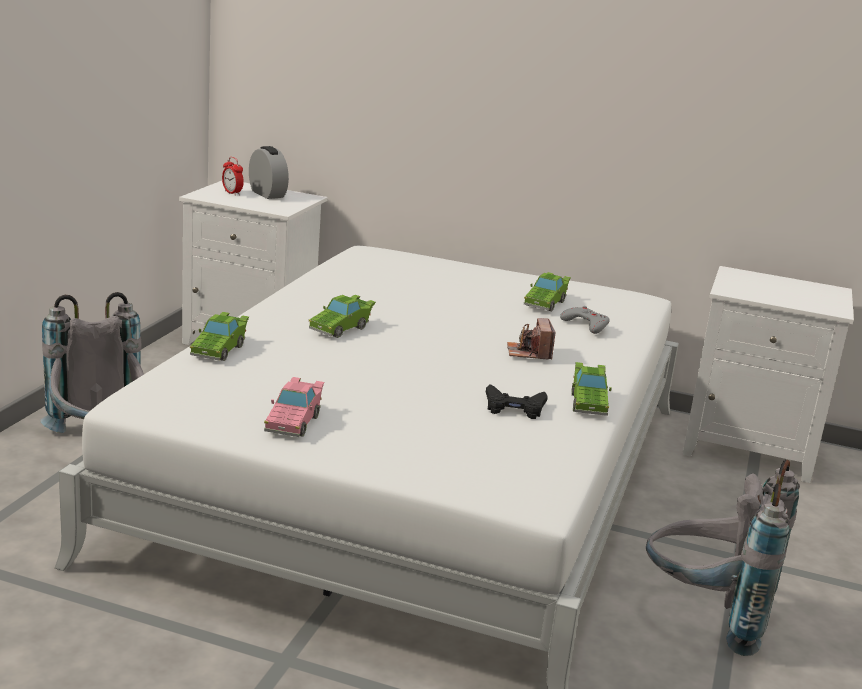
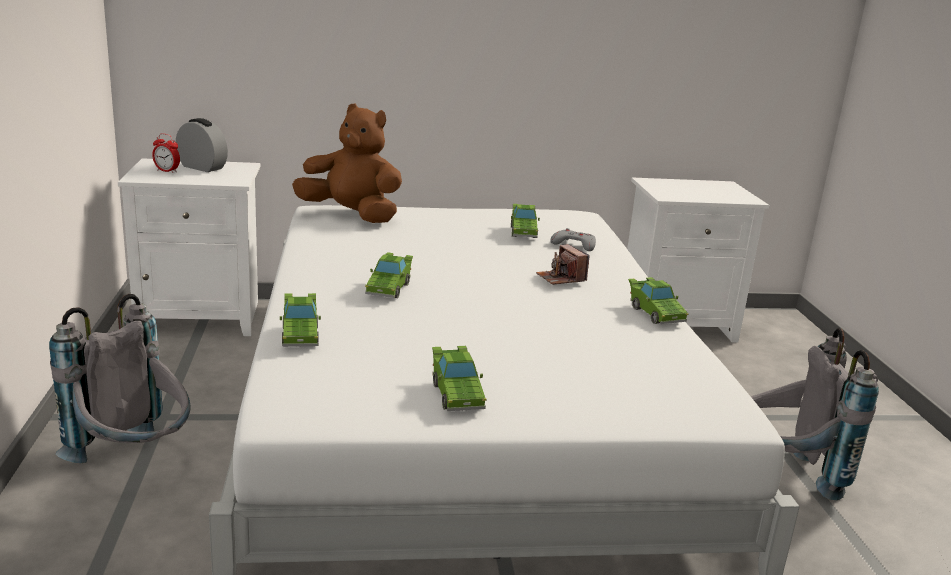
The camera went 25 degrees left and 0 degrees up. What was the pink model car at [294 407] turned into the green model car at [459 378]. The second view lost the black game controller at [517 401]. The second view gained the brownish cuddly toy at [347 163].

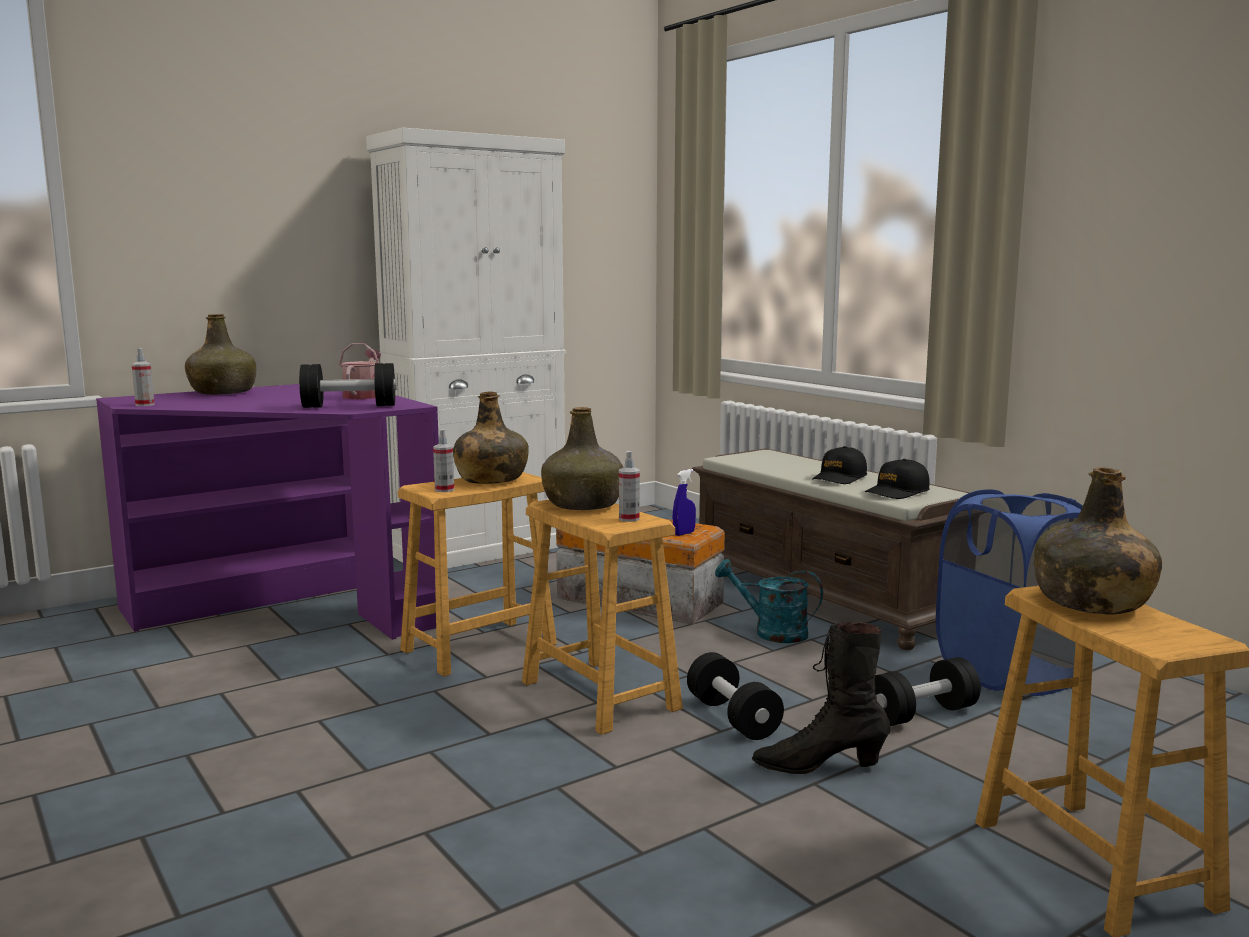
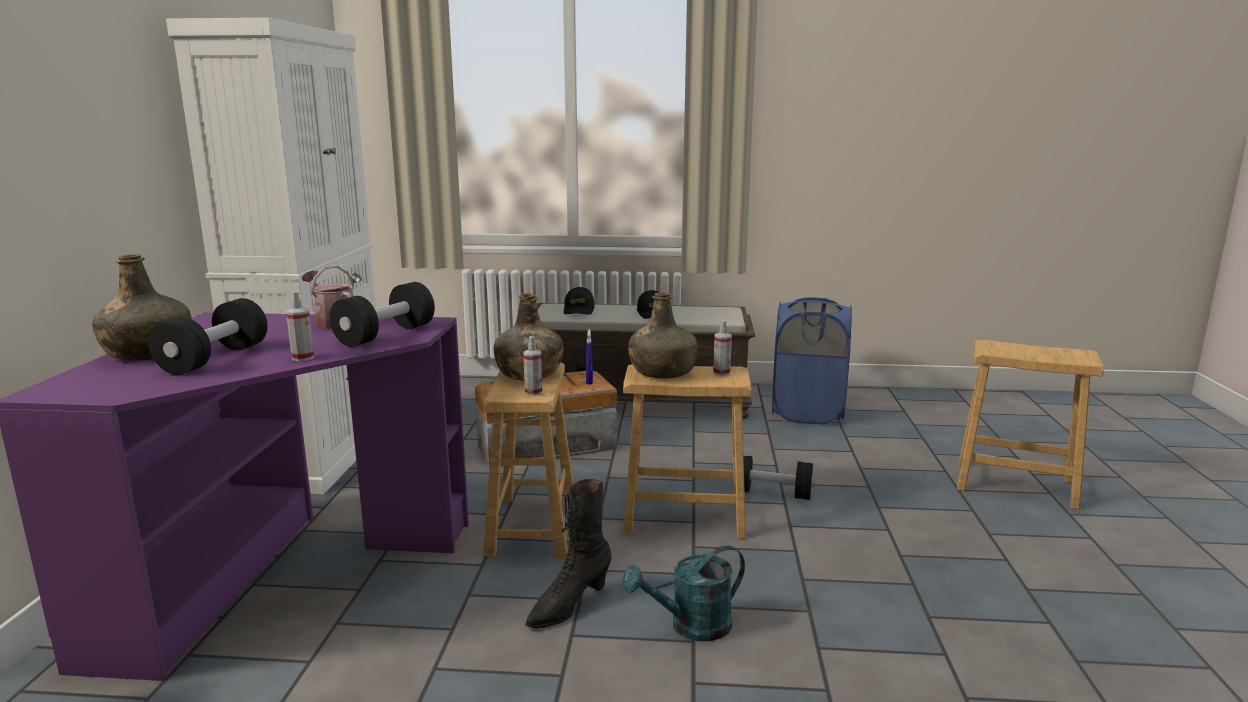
The camera went 50 degrees left and 5 degrees up. The spray bottle ended up elsewhere, having gone from [143 377] to [300 326]. The turquoise watering can ended up elsewhere, having gone from [769 601] to [683 593]. The black high-top boot ended up elsewhere, having gone from [821 698] to [568 554]. The black baseball cap ended up elsewhere, having gone from [897 479] to [579 301]. The black dumbbell ended up elsewhere, having gone from [928 691] to [208 336]. The second view lost the green bottle at [1098 541].

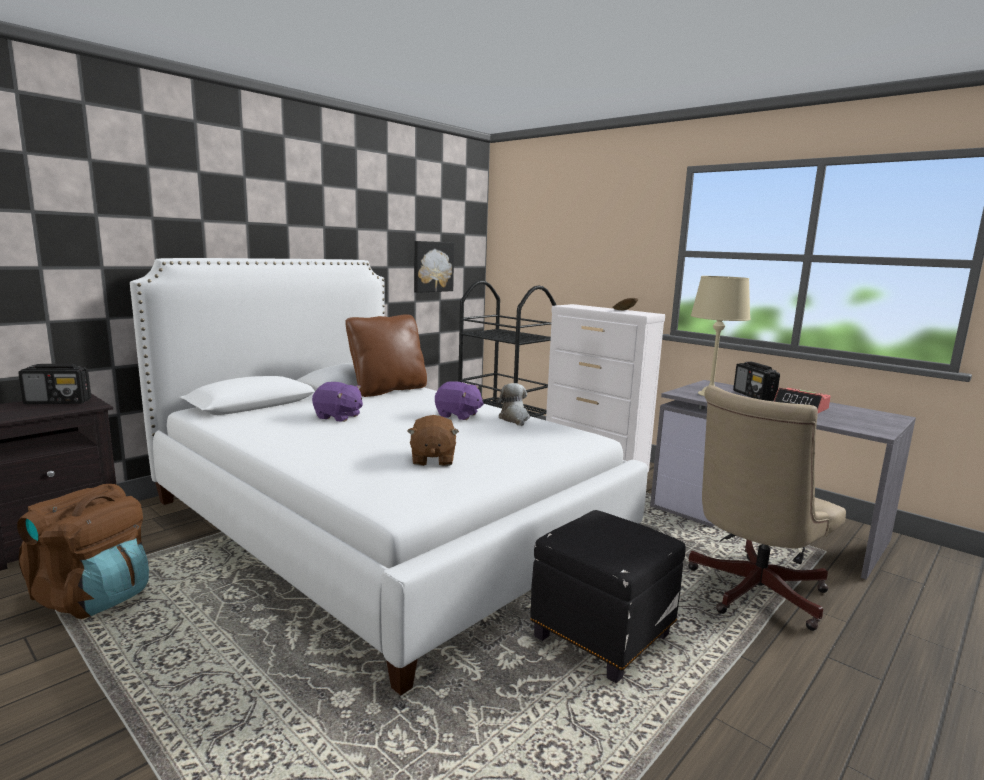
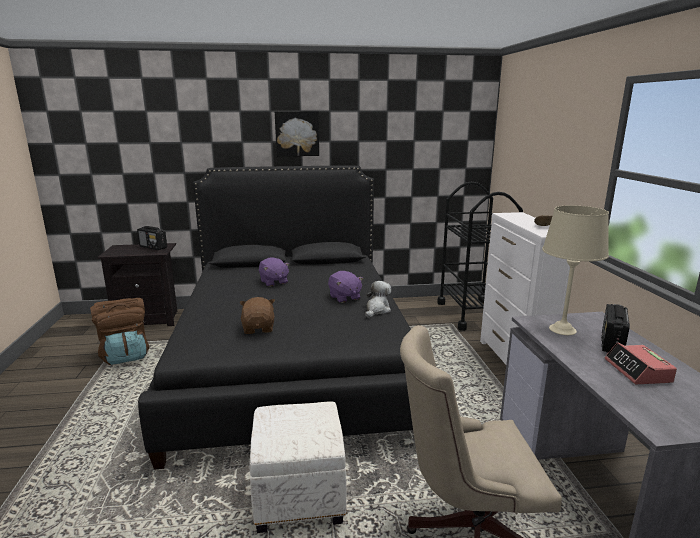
The camera went 40 degrees right and 5 degrees up. What was the whitish bed at [389 476] turned into the black bed at [275 318]. The second view lost the brownish cushion at [386 355]. The brownish cuddly toy at [433 440] ended up facing another way, 135 degrees clockwise from before. The picture ended up elsewhere, having gone from [434 267] to [297 133]. What was the black footrest at [608 597] turned into the whitish footrest at [298 467].

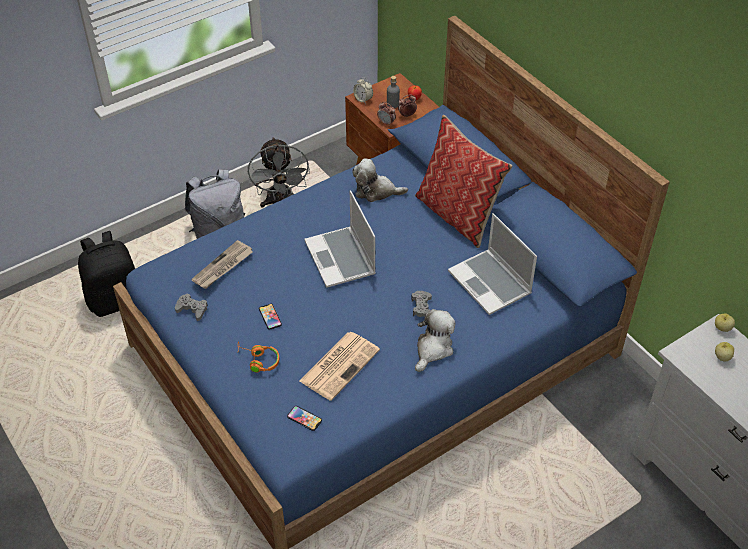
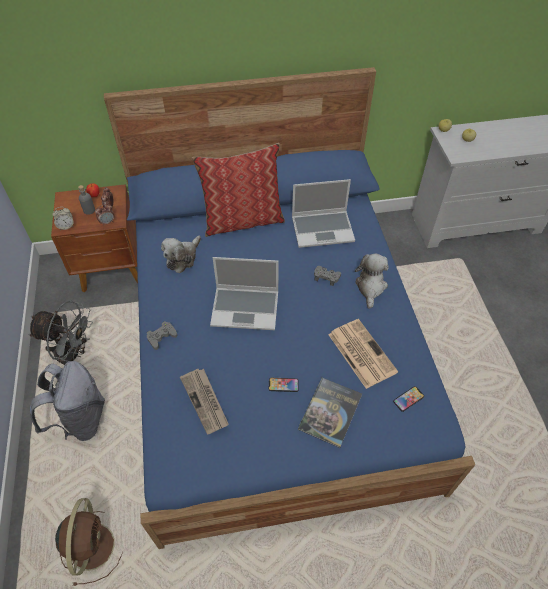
The camera went 65 degrees left and 5 degrees up. Where the black knapsack stood at [106 274], the brownish cooling fan came to stand at [89 542]. The greyish game controller ended up elsewhere, having gone from [191 307] to [162 335]. Where the orange headphones stood at [258 357], the book came to stand at [330 413]. The cuddly toy at [435 340] ended up facing another way, 45 degrees clockwise from before.

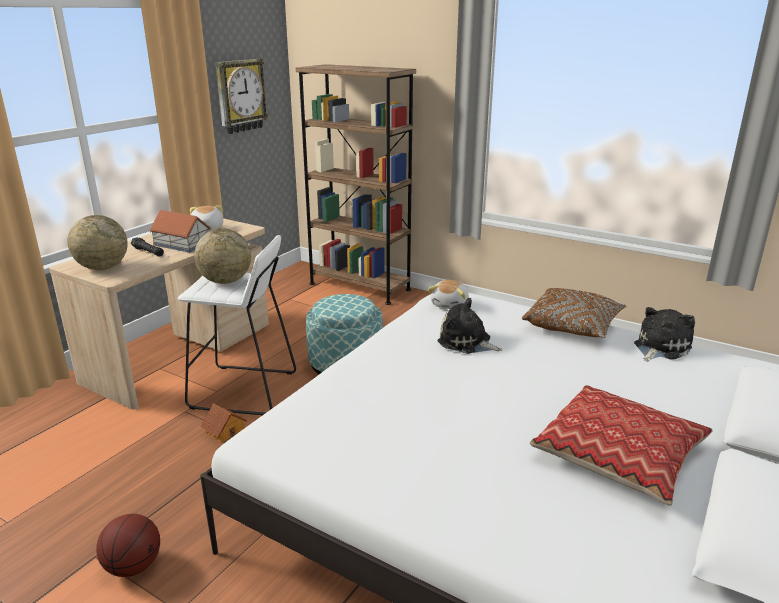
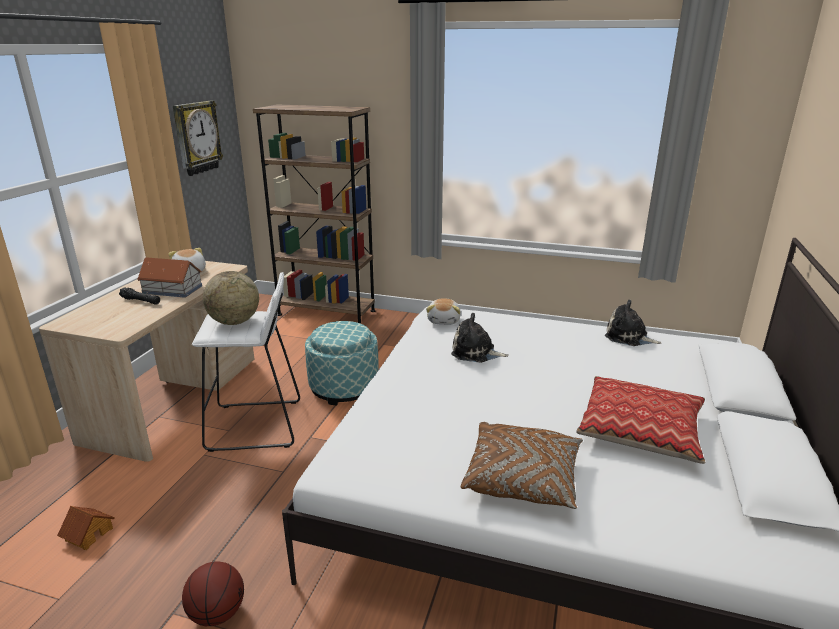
The camera went 15 degrees left and 0 degrees up. The second view lost the globe at [97 242]. The miniature house ended up elsewhere, having gone from [223 423] to [86 528]. The brownish cushion ended up elsewhere, having gone from [574 313] to [522 465]. The cuddly toy at [664 334] ended up facing another way, 90 degrees counterclockwise from before.

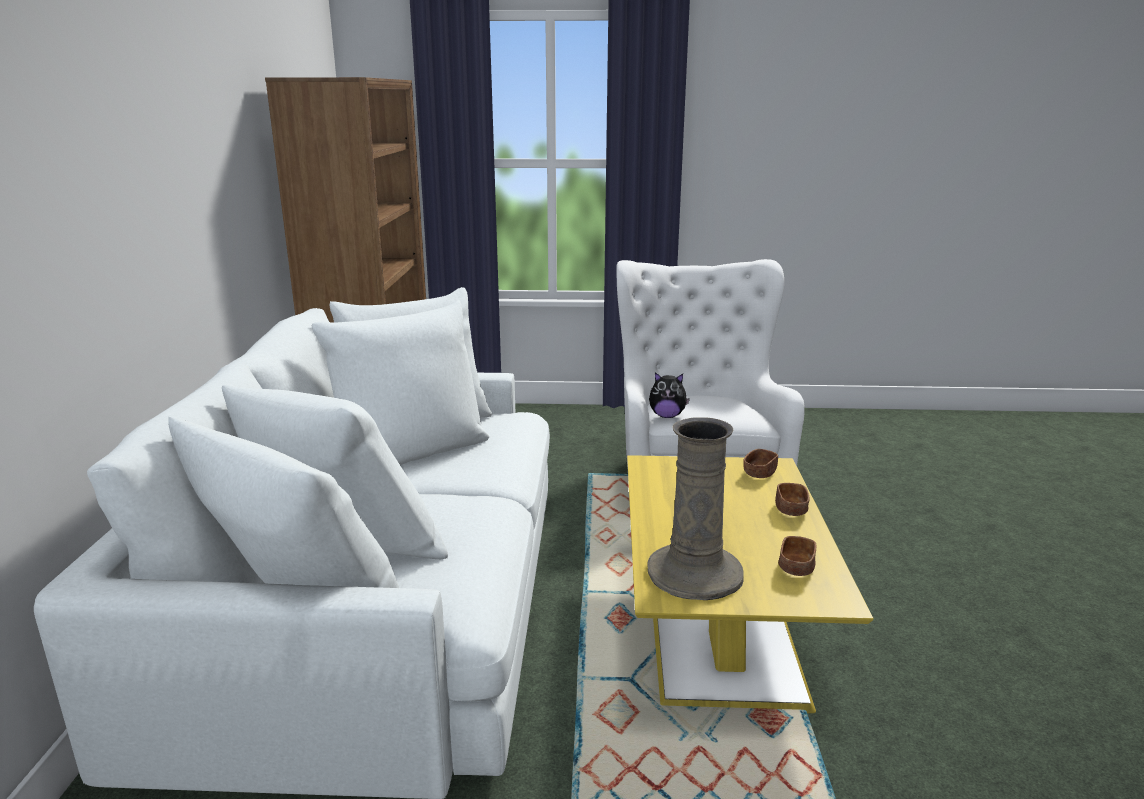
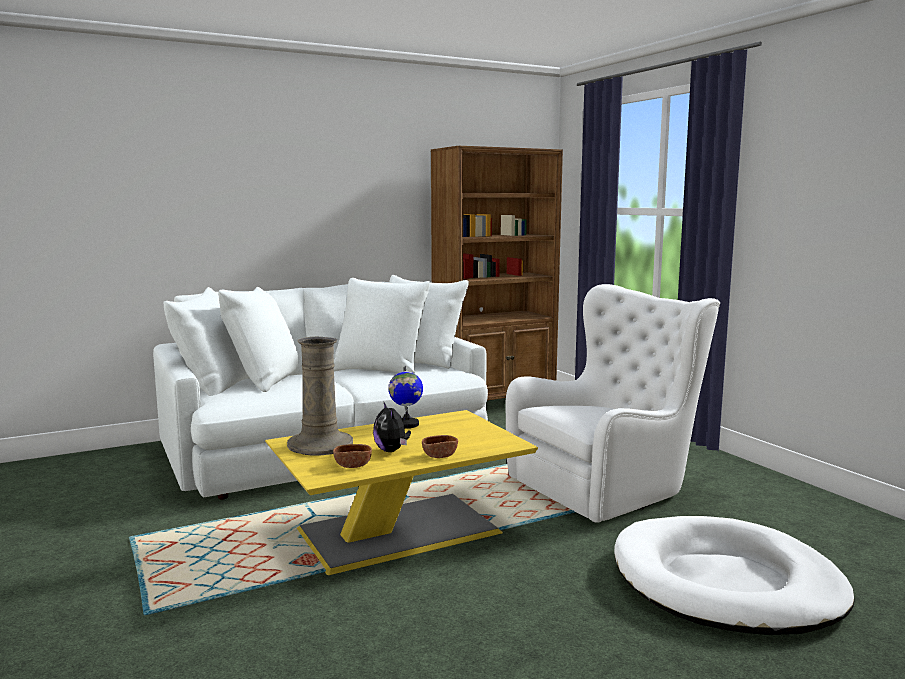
The camera went 60 degrees right and 10 degrees down. The cuddly toy ended up elsewhere, having gone from [669 395] to [392 426]. The second view lost the brownish serving bowl at [760 463]. The second view gained the globe at [405 397]. The second view gained the whitish dog bed at [734 575].

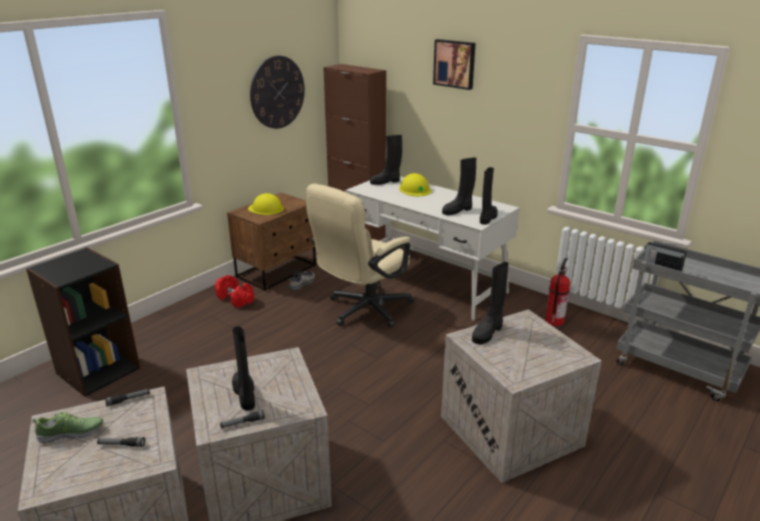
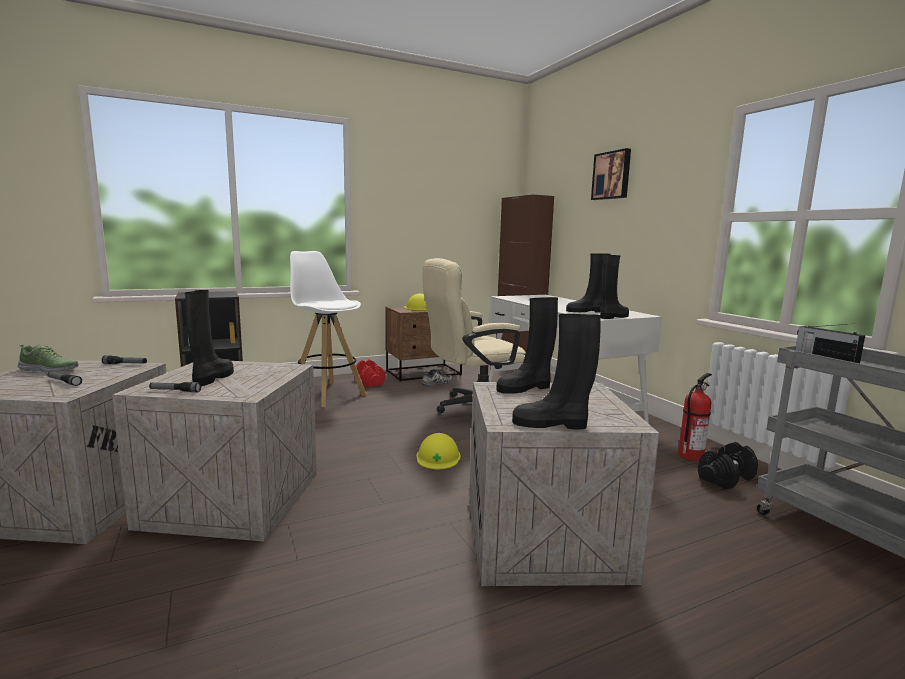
The camera went 25 degrees right and 15 degrees down. The second view lost the wall clock at [277 92]. The black high-top boot ended up elsewhere, having gone from [386 160] to [556 372]. The yellowish work helmet ended up elsewhere, having gone from [415 184] to [439 451]. The second view gained the whitish stool at [328 329]. The second view gained the black dumbbell at [728 465].

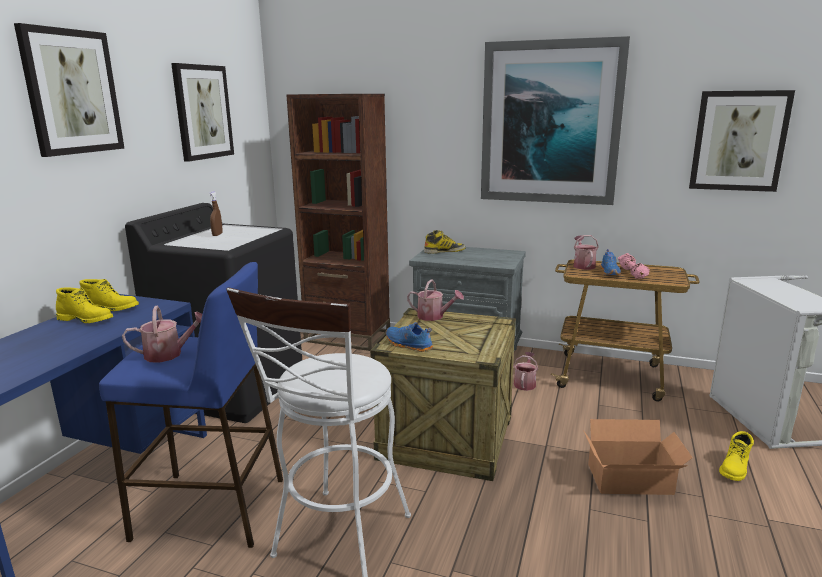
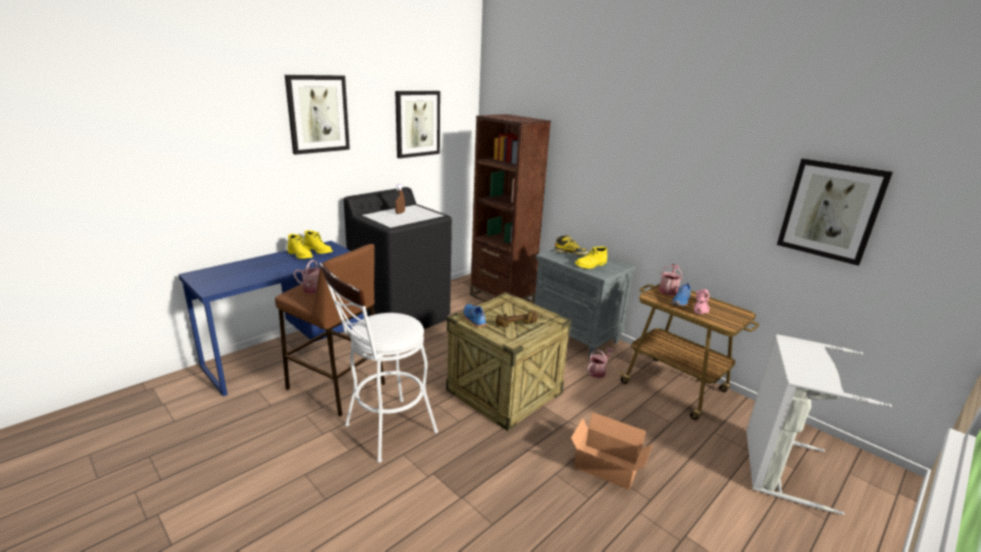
The camera went 25 degrees right and 5 degrees up. What was the blue stool at [191 405] turned into the brownish stool at [330 330]. The second view lost the watering can at [435 300]. The second view lost the picture at [555 120]. The yellowish high-top boot ended up elsewhere, having gone from [736 456] to [591 258]. The second view gained the brownish dumbbell at [516 319].

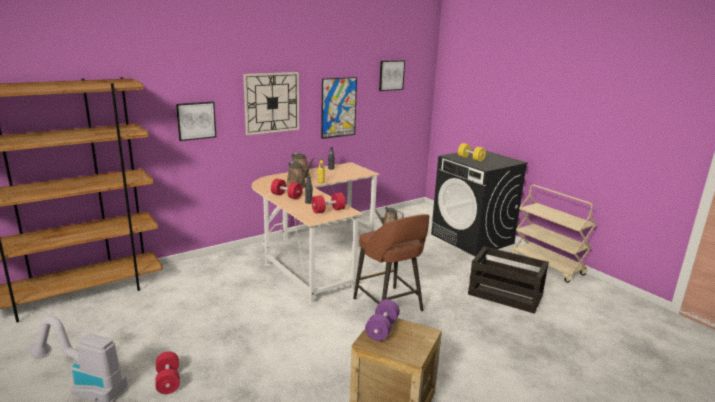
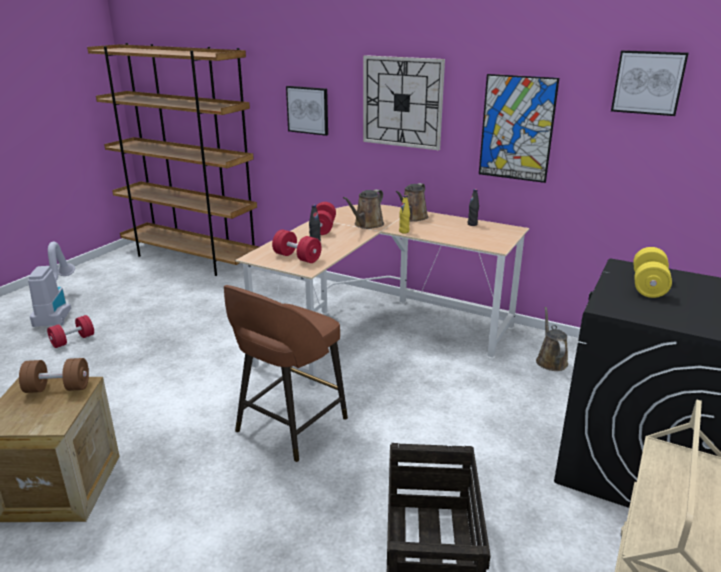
The camera went 65 degrees right and 5 degrees up. What was the purple-coloured dumbbell at [382 320] turned into the brownish dumbbell at [54 375].

